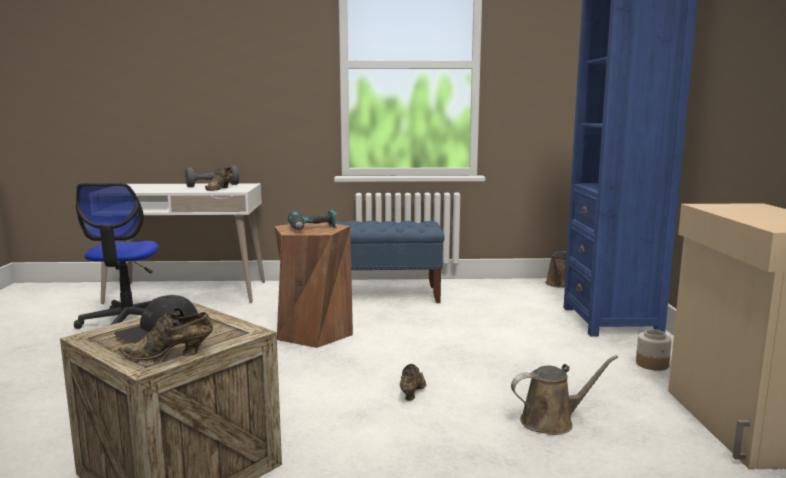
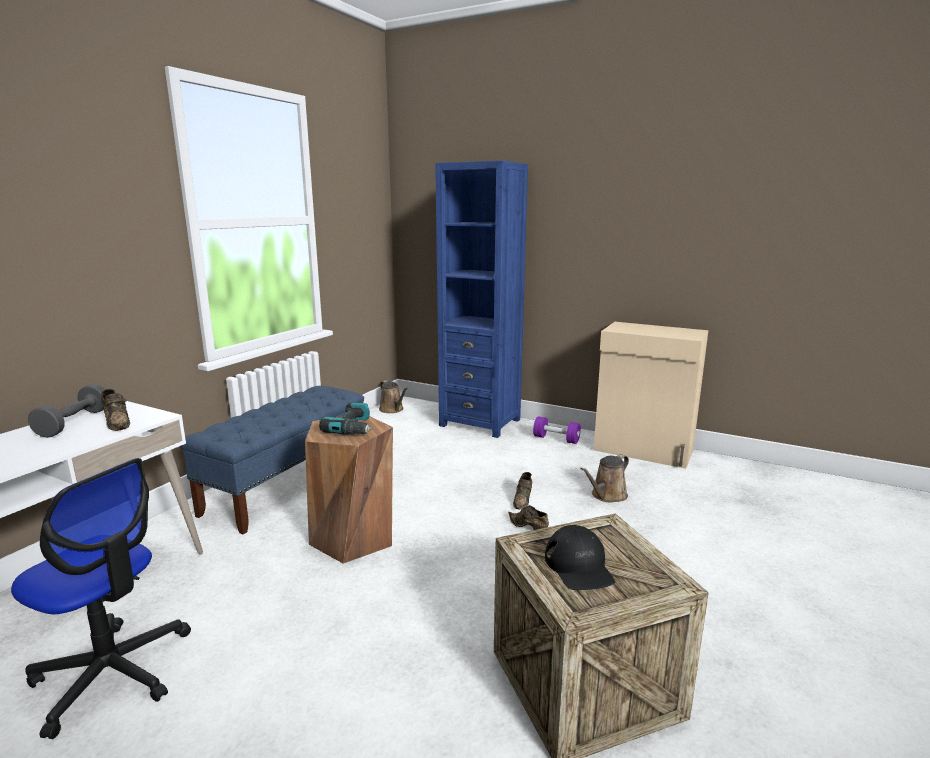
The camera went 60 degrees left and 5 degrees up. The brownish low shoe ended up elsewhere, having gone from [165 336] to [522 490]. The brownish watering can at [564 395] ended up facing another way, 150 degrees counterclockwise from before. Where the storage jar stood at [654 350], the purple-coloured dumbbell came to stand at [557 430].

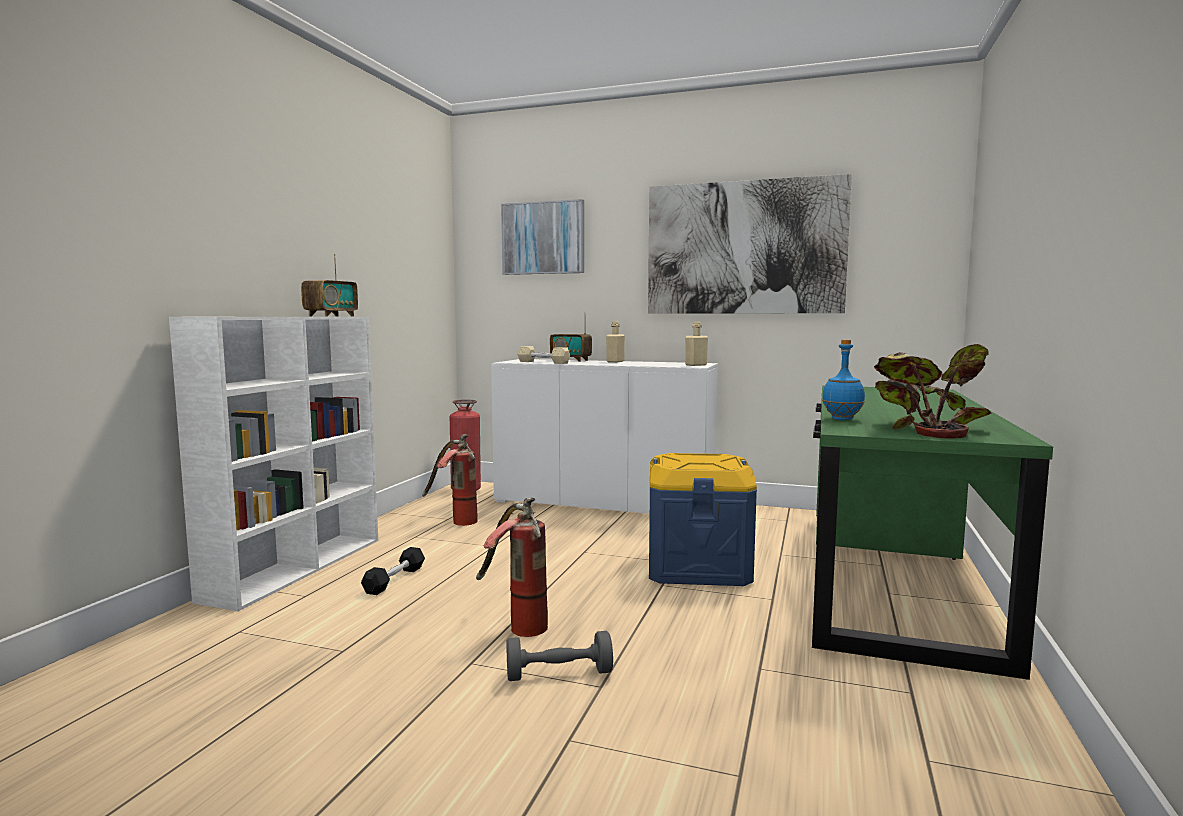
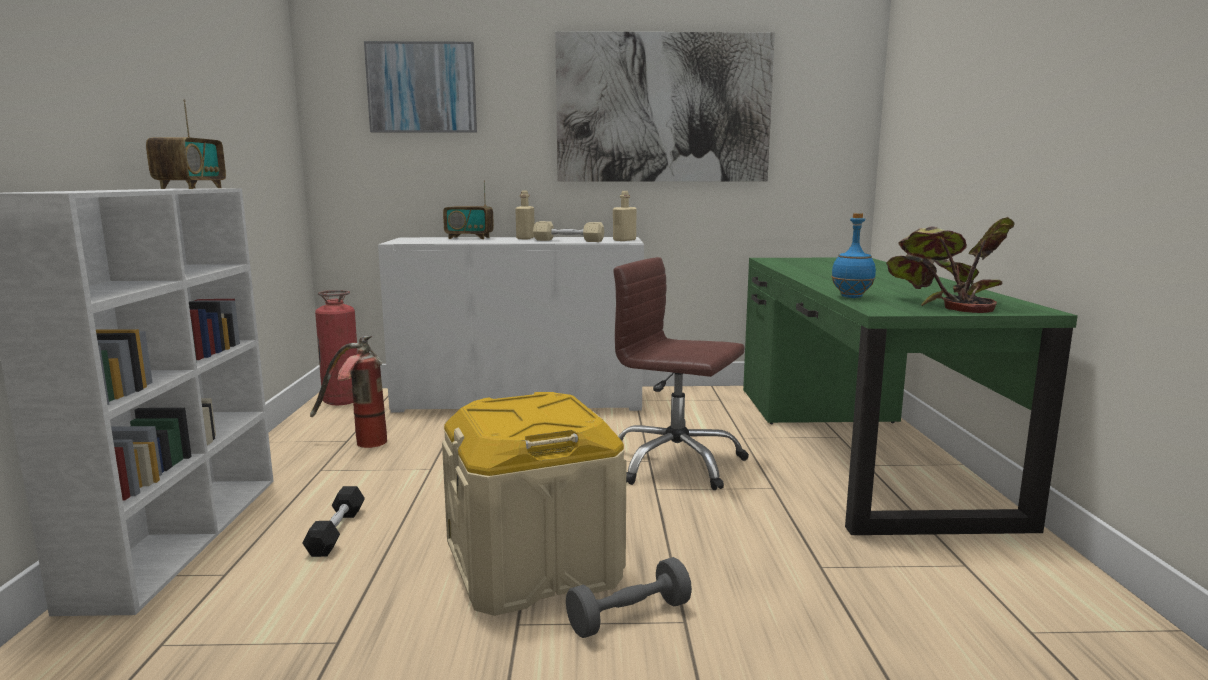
The camera went 20 degrees left and 5 degrees up. Where the fire extinguisher stood at [512 567], the sand-coloured storage bin came to stand at [534 504]. The sand-coloured dumbbell ended up elsewhere, having gone from [543 355] to [568 231]. Where the blue storage bin stood at [703 519], the brownish desk chair came to stand at [681 373].

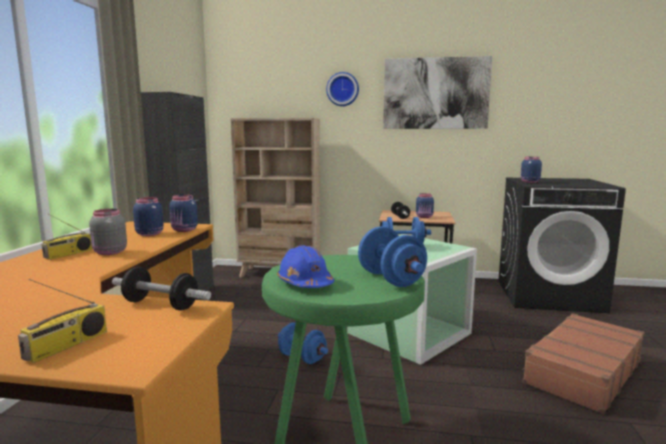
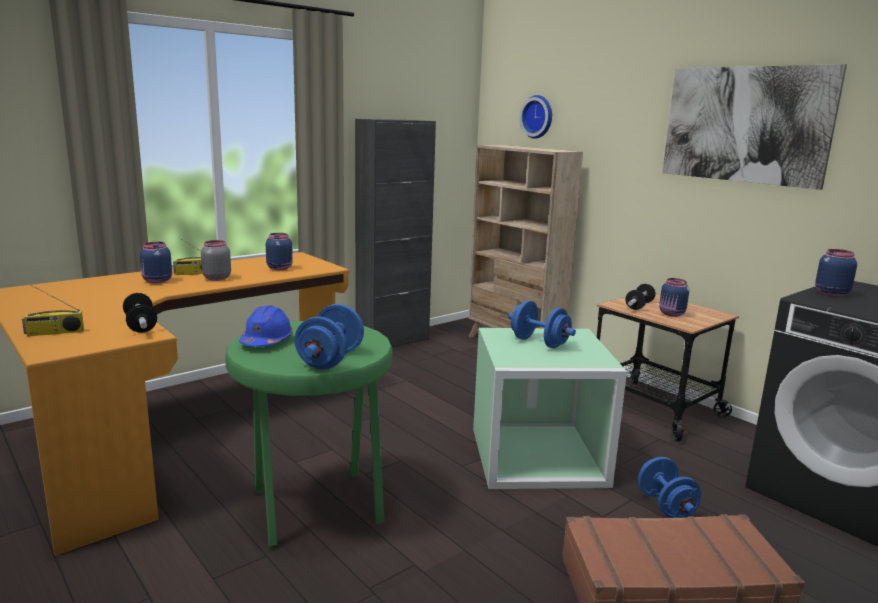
The camera went 40 degrees right and 5 degrees up. The blue storage jar ended up elsewhere, having gone from [183 213] to [156 262]. The blue dumbbell ended up elsewhere, having gone from [303 343] to [669 487]. The wall clock ended up elsewhere, having gone from [342 89] to [535 117].

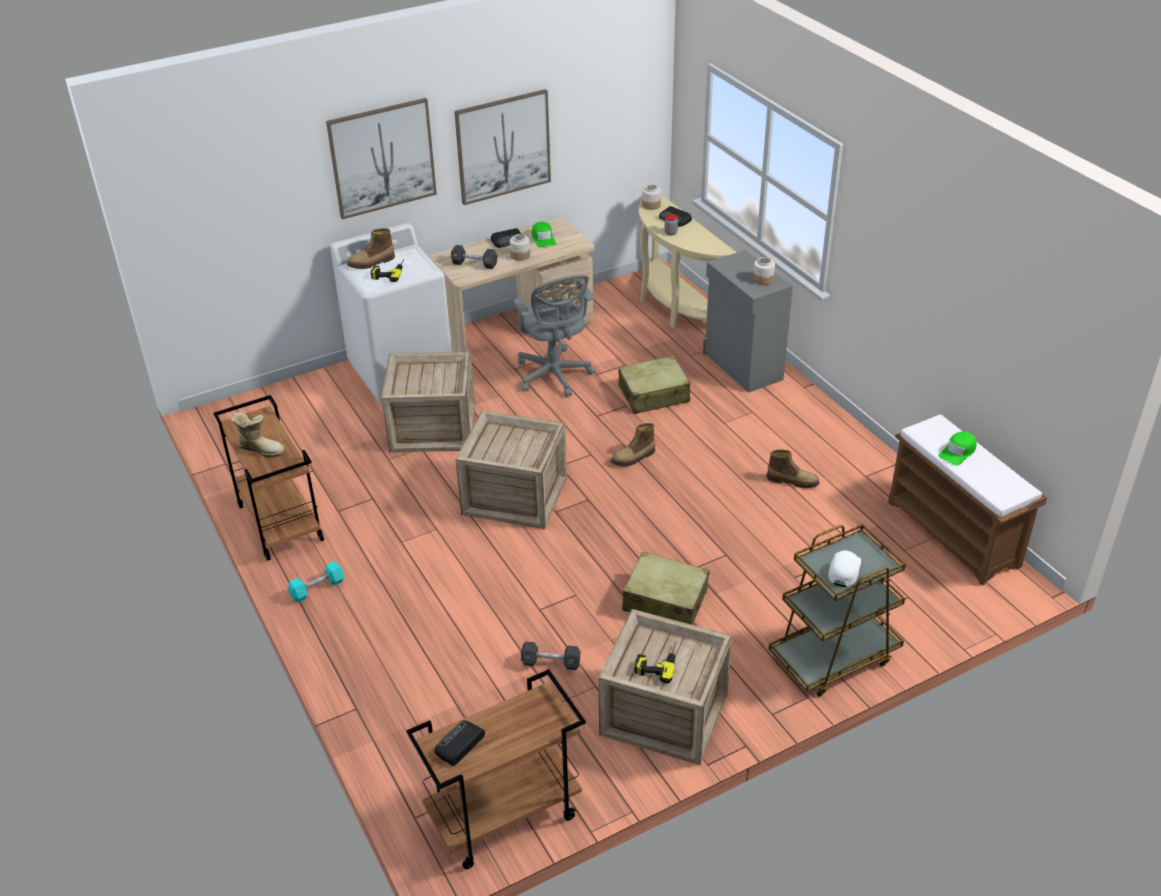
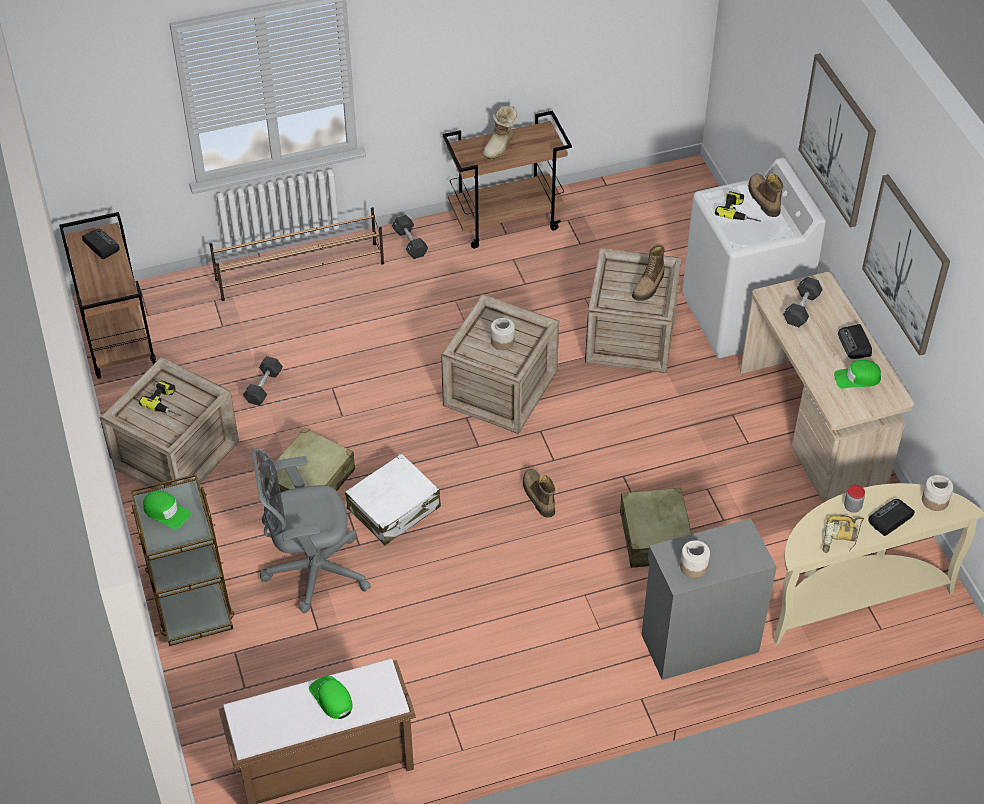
The camera went 100 degrees right and 10 degrees up. What was the turquoise dumbbell at [316 582] turned into the black dumbbell at [410 237]. The storage jar ended up elsewhere, having gone from [520 247] to [503 334]. The greyish desk chair ended up elsewhere, having gone from [554 336] to [311 530]. The high-top boot ended up elsewhere, having gone from [793 468] to [648 272]. What was the whitish baseball cap at [844 568] turned into the green baseball cap at [167 509]. The second view gained the brownish shoe rack at [296 254]. The second view gained the whitish piece of luggage at [393 499]. The second view gained the electric drill at [843 534].

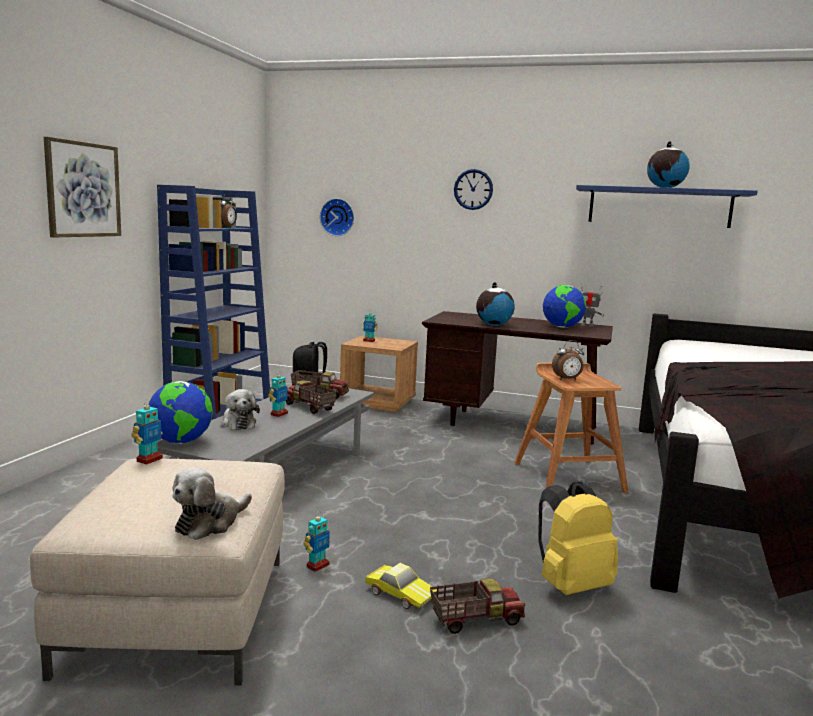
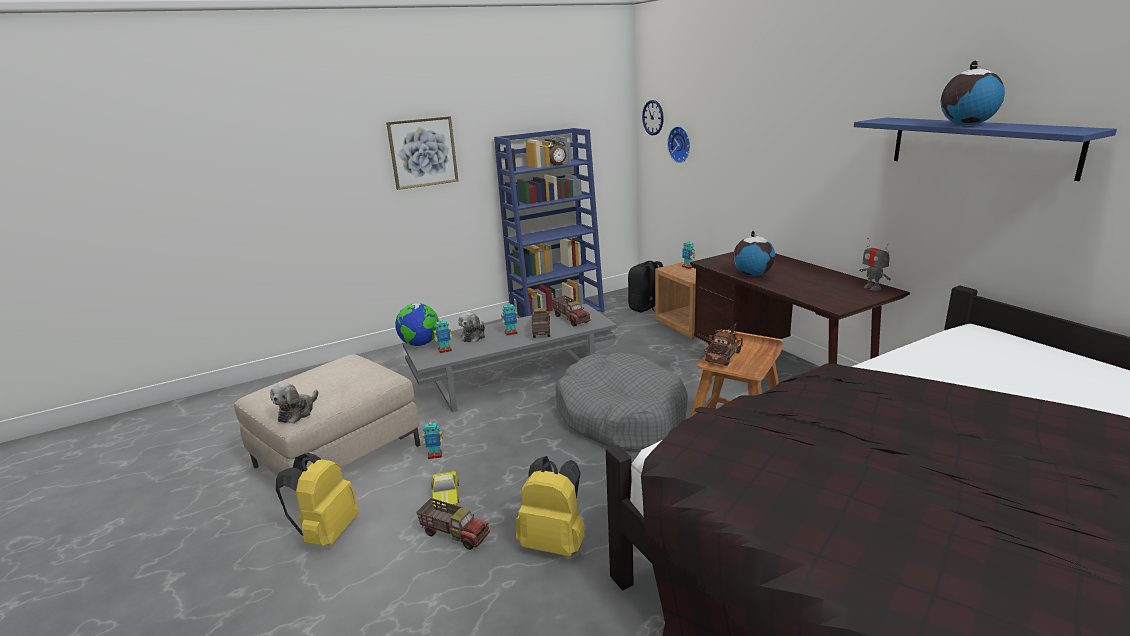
The camera went 45 degrees right and 10 degrees up. The robot figure ended up elsewhere, having gone from [147 431] to [443 334]. The cuddly toy at [212 504] ended up facing another way, 60 degrees counterclockwise from before. The wall clock ended up elsewhere, having gone from [473 189] to [653 117]. The second view lost the globe at [564 306]. Where the alarm clock stood at [568 360], the toy lorry came to stand at [723 344]. The second view gained the yellowish knapsack at [317 499]. The second view gained the greyish dog bed at [622 402].

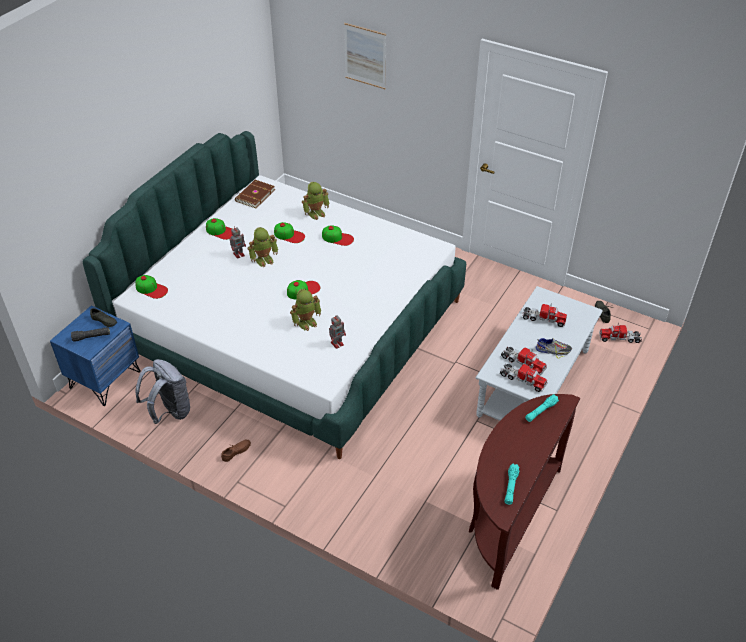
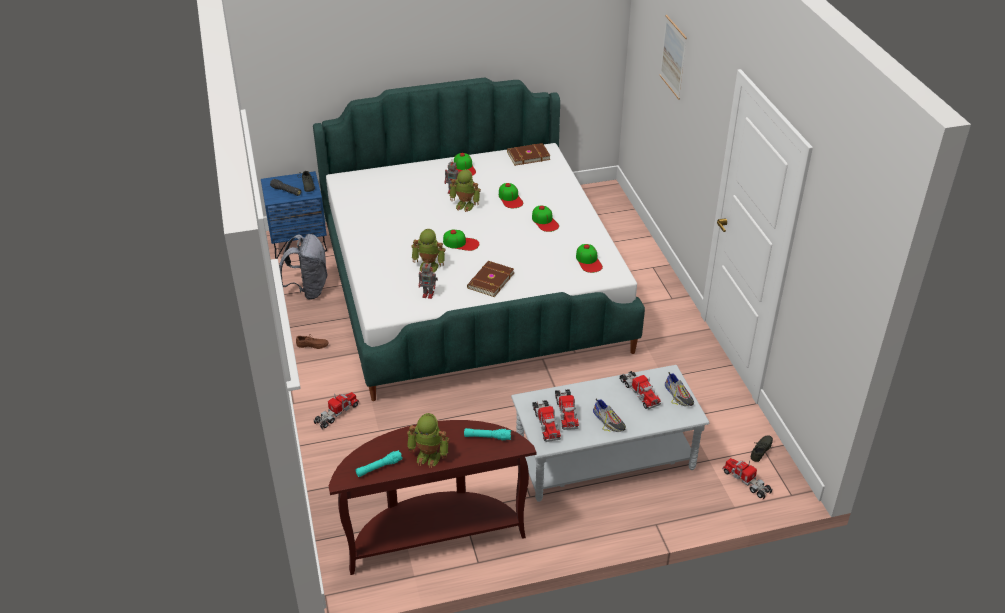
The camera went 45 degrees right and 5 degrees down. The baseball cap ended up elsewhere, having gone from [151 287] to [589 258]. The robot figure ended up elsewhere, having gone from [315 201] to [428 440]. The second view gained the toy lorry at [336 410]. The second view gained the brownish book at [490 279]. The second view gained the low shoe at [679 389].

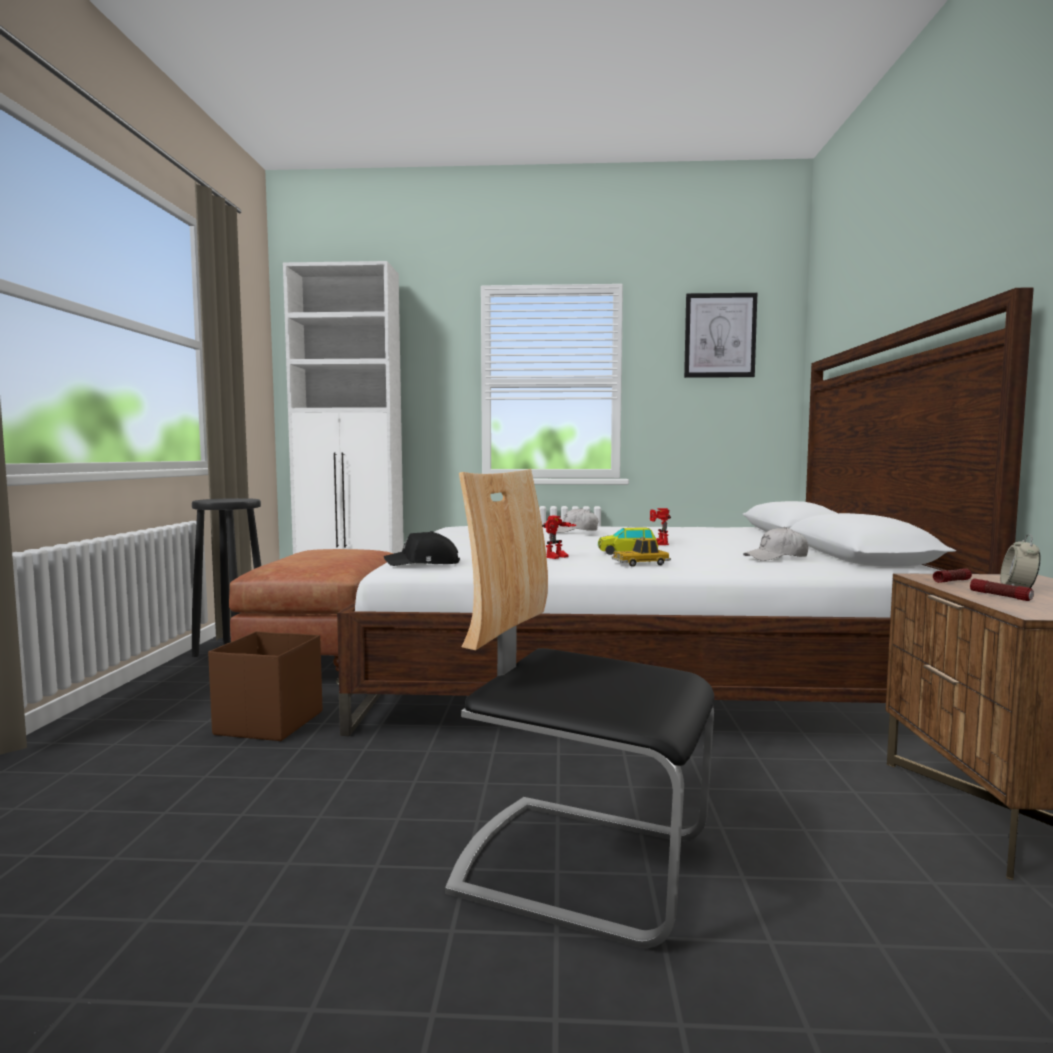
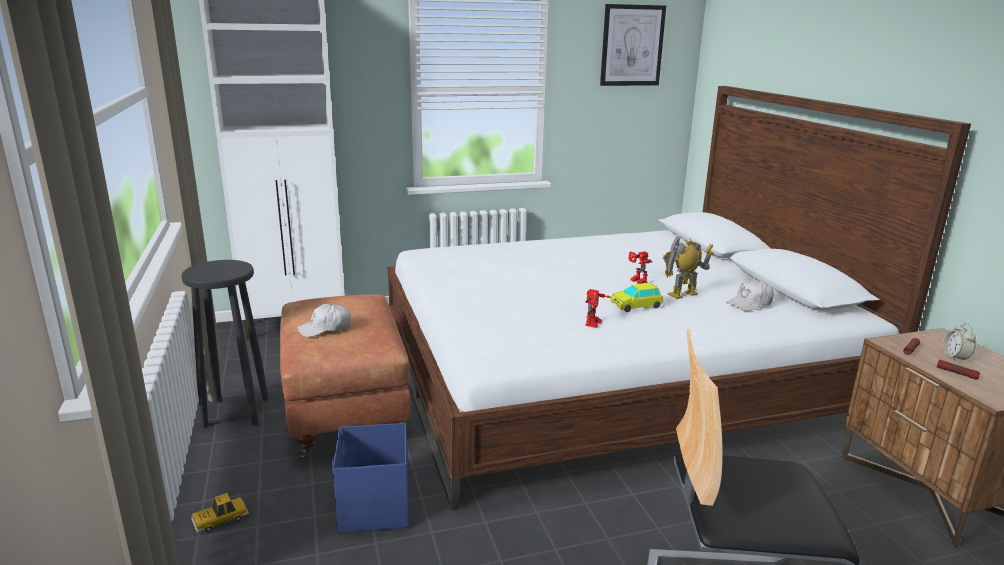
The camera went 20 degrees left and 15 degrees up. What was the brownish storage bin at [265 686] turned into the blue storage bin at [370 478]. The second view lost the black baseball cap at [422 548]. The whitish baseball cap ended up elsewhere, having gone from [577 520] to [324 320]. The model car ended up elsewhere, having gone from [641 552] to [220 513]. The second view gained the robot figure at [688 267].

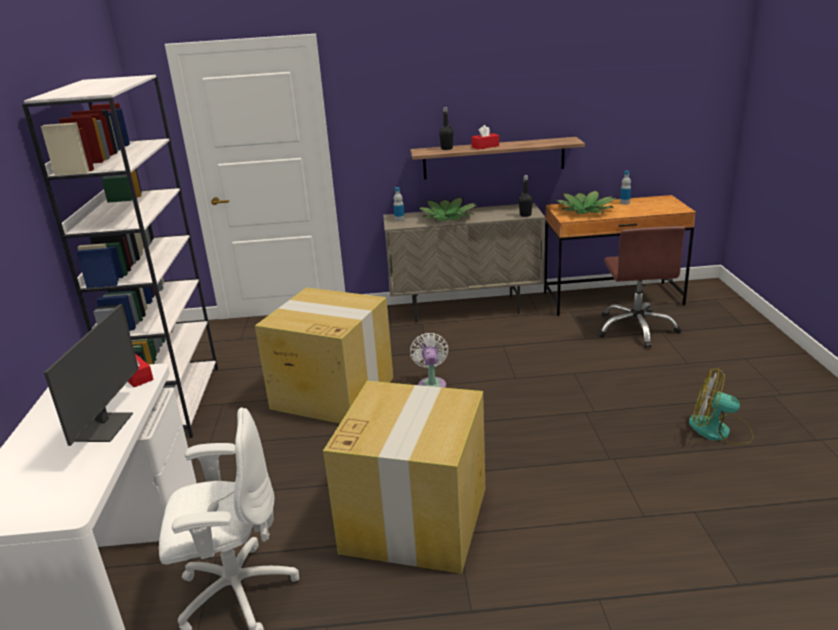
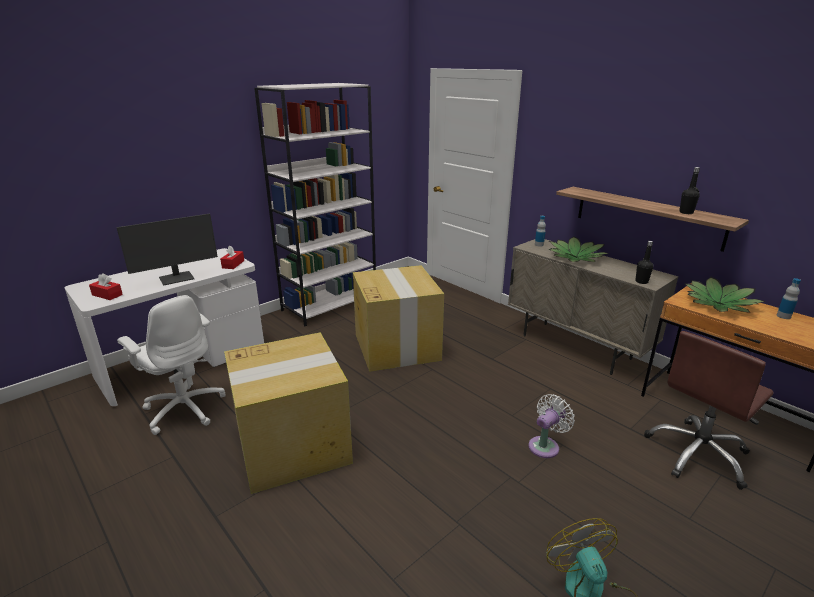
The camera went 50 degrees right and 0 degrees up. The whitish cooling fan ended up elsewhere, having gone from [429 360] to [551 426]. The black bottle ended up elsewhere, having gone from [446 128] to [689 190]. The reddish tissue holder ended up elsewhere, having gone from [485 137] to [106 286].

